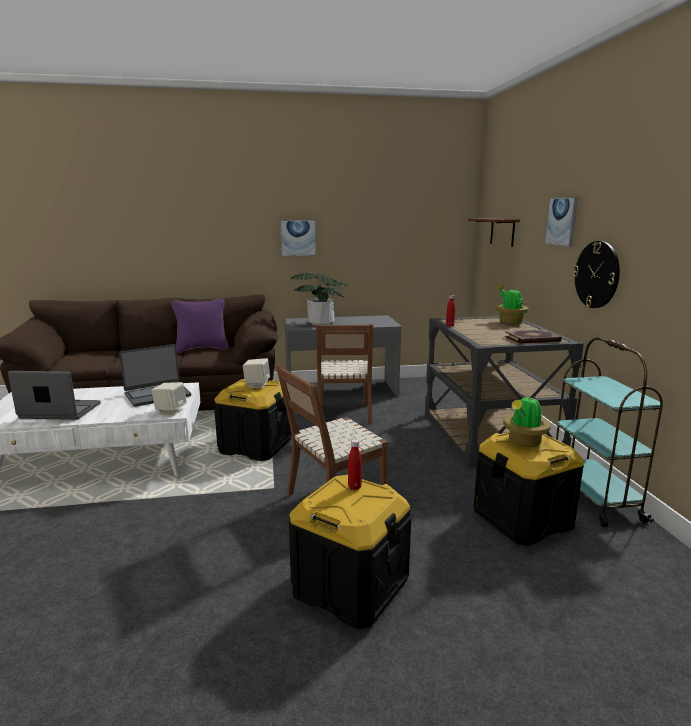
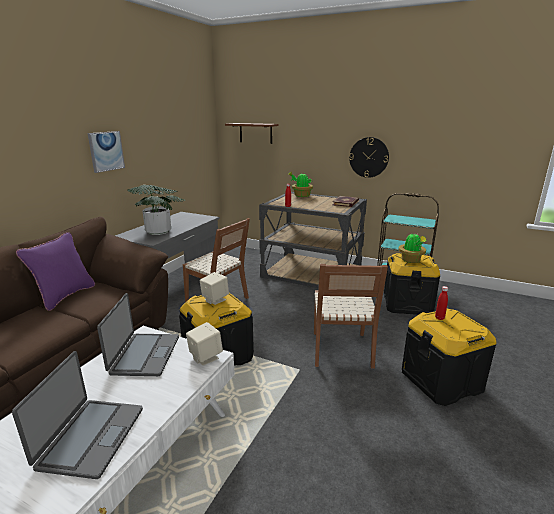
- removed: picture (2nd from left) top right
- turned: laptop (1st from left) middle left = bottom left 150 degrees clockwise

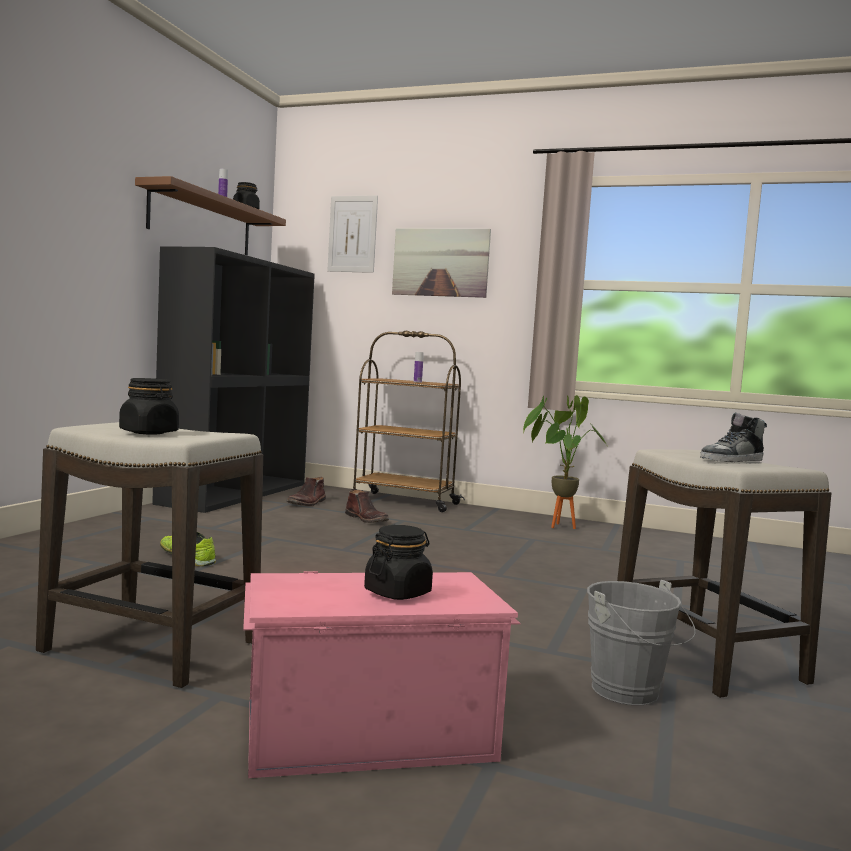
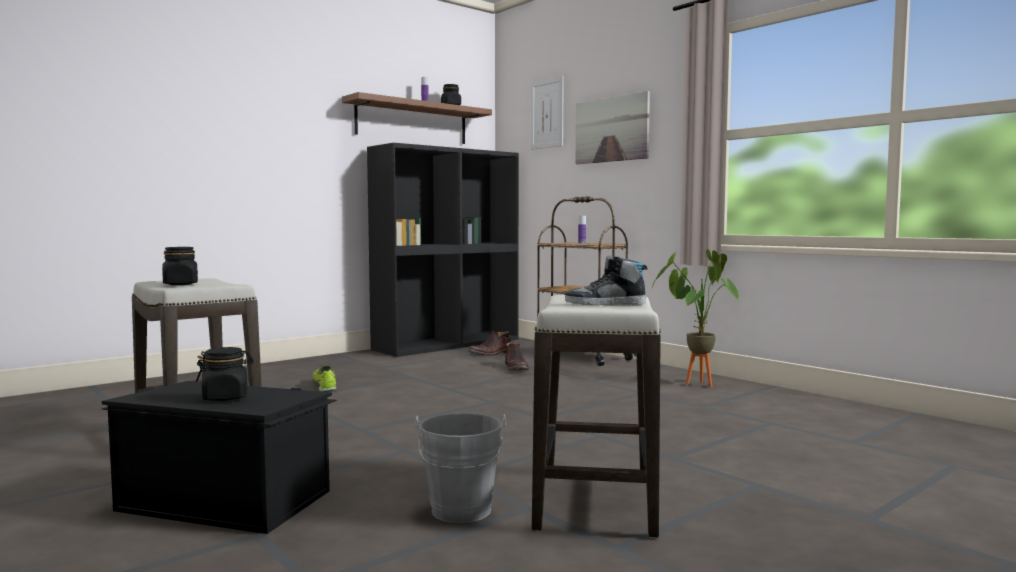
- recoloured: pink storage box bottom centre to black storage box bottom left

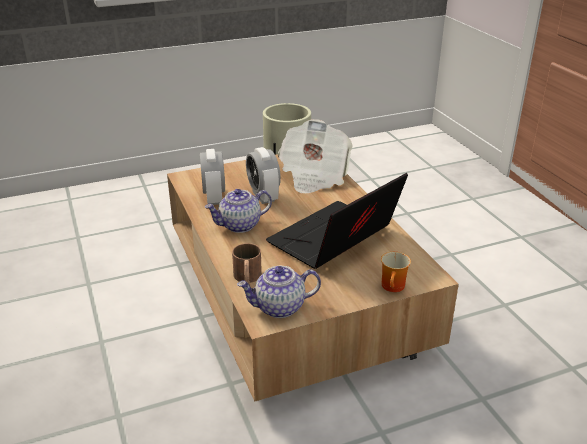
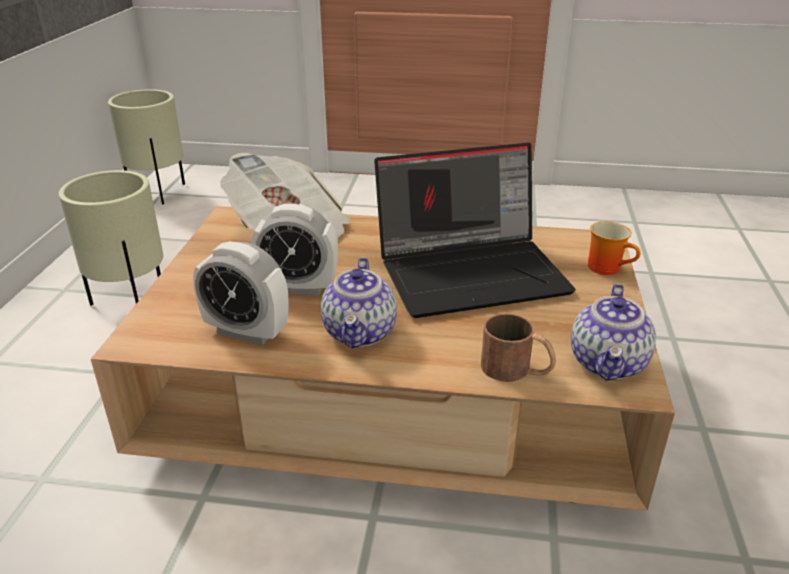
- added: beige planter (2nd from left) top left
- turned: laptop centre = centre 90 degrees counterclockwise

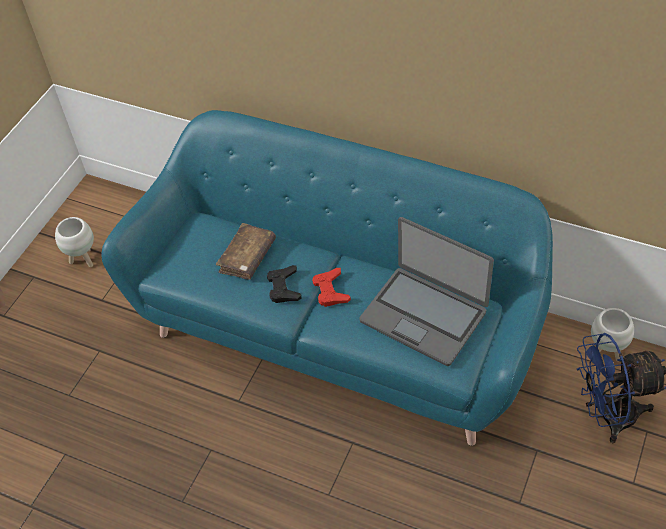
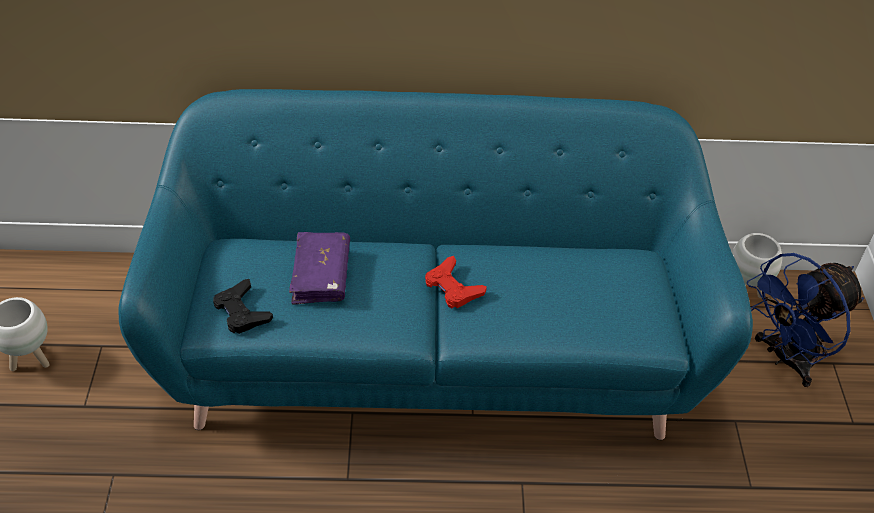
- removed: laptop centre
- moved: black game controller centre to middle left
- recoloured: brown book centre to purple book centre

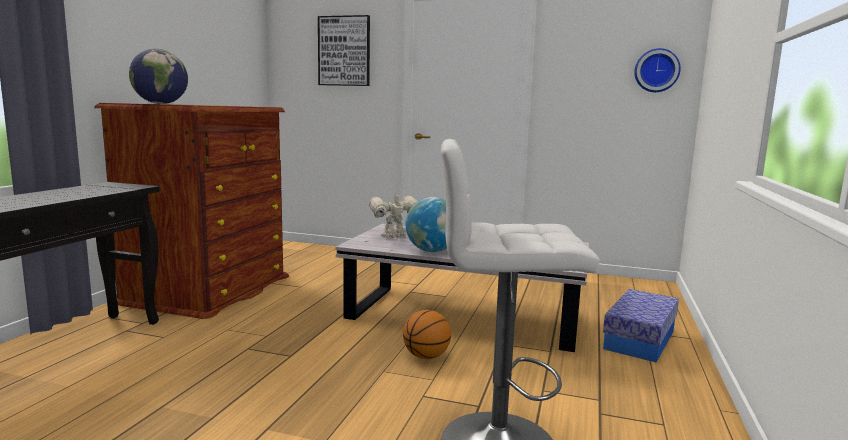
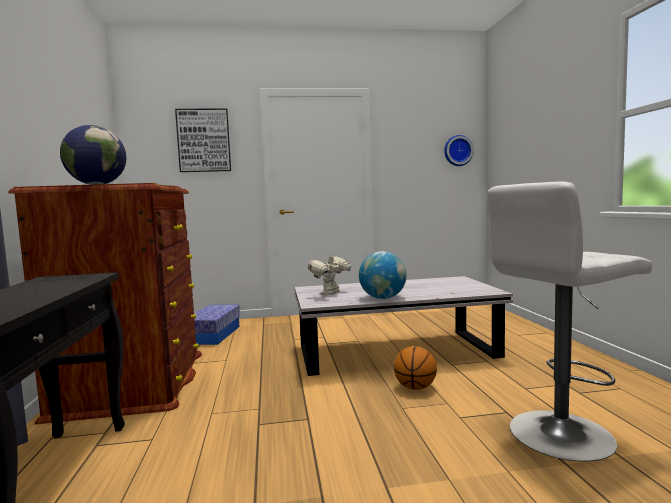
- moved: storage box bottom right to middle left

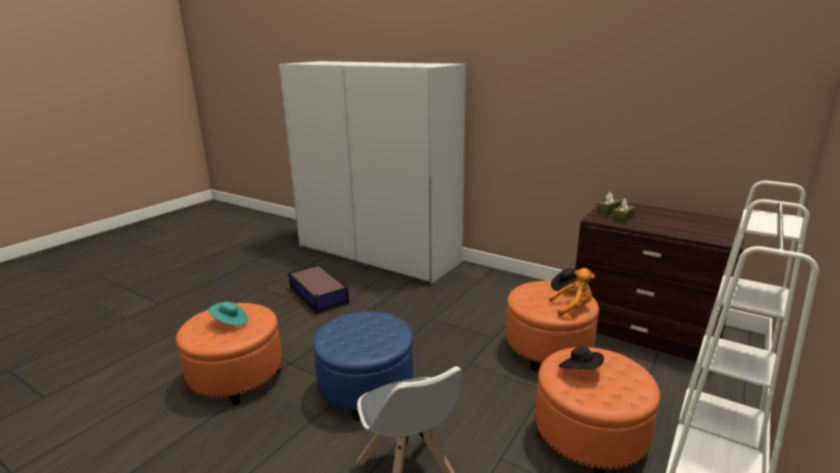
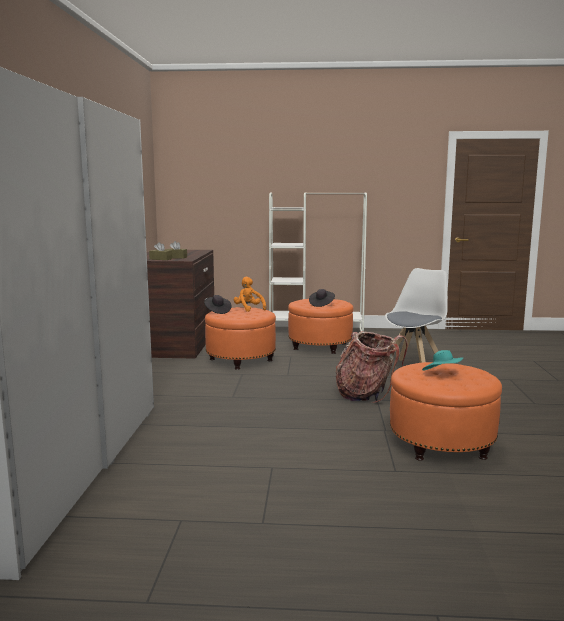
- removed: storage box centre
- replaced: blue ottoman bottom centre to backpack centre

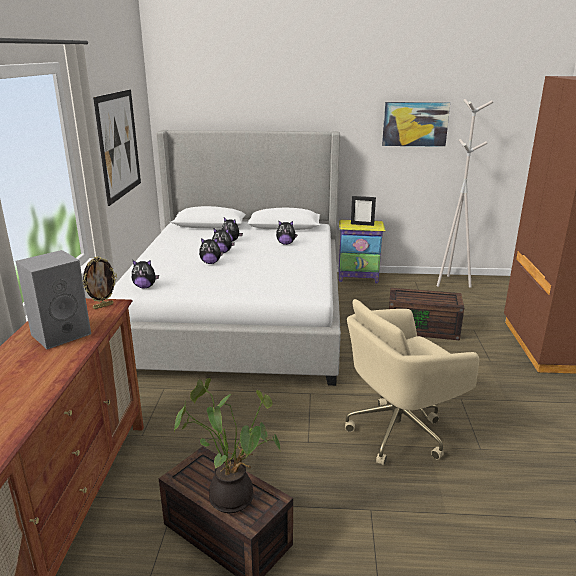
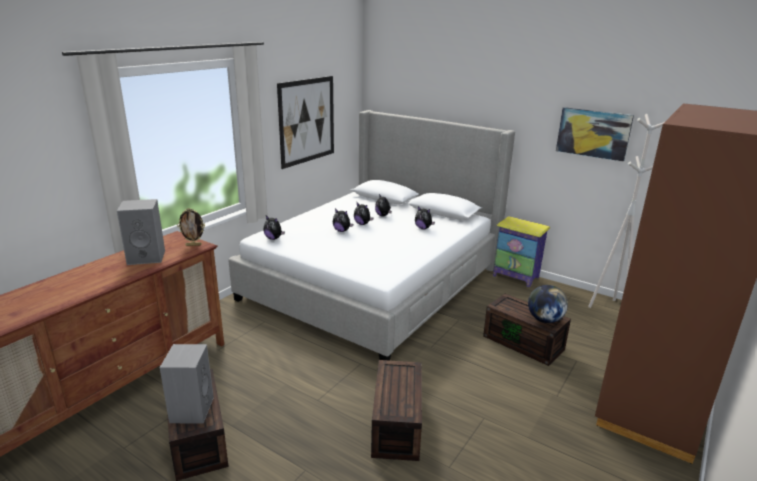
- removed: picture frame (2nd from left) centre
- added: globe middle right
- replaced: potted plant bottom centre to grey speaker (2nd from left) bottom left
- replaced: beige office chair middle right to brown storage box (2nd from left) bottom centre

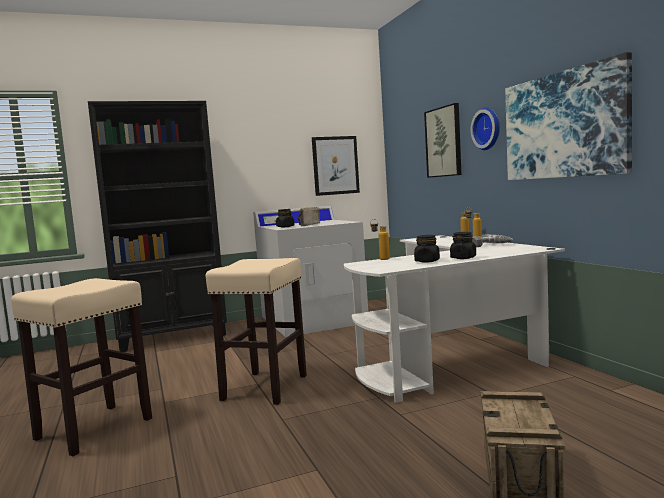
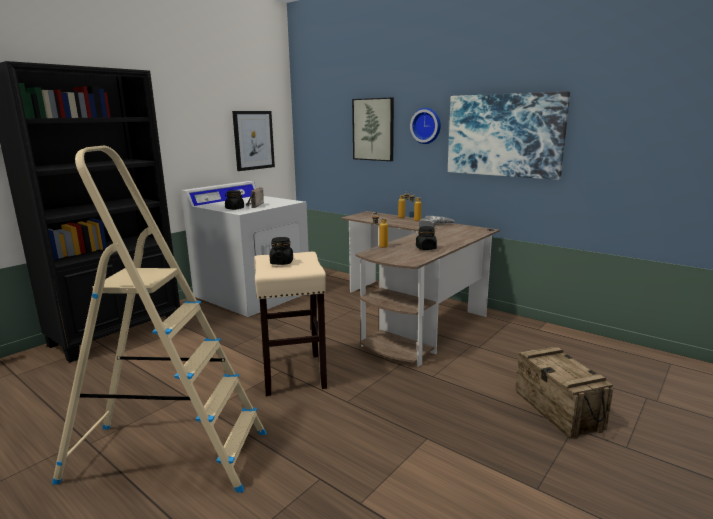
- moved: black jar (3rd from left in the first image) middle right to black jar (2nd from left) centre
- replaced: beige stool (1st from left) bottom left to beige step ladder middle left
- recoloured: white desk middle right to brown desk centre

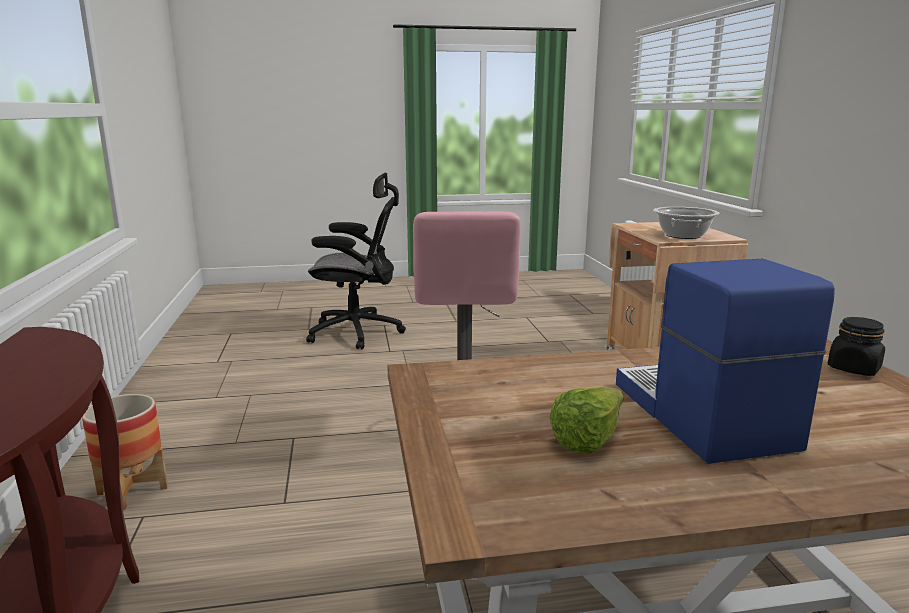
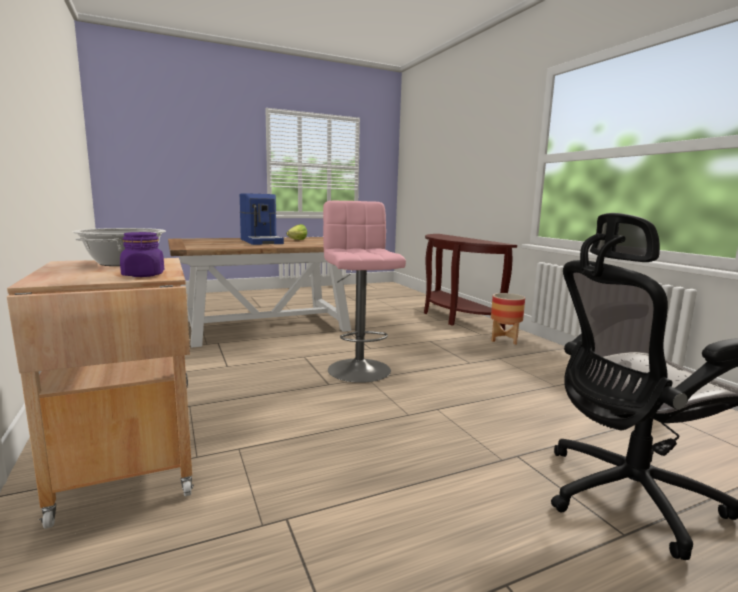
- removed: black jar middle right
- added: purple jar middle left

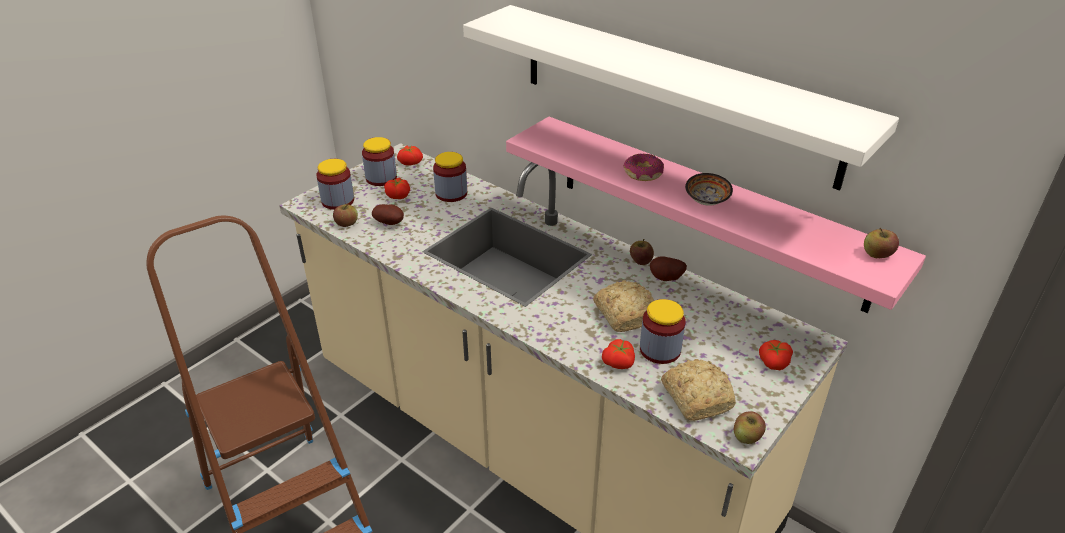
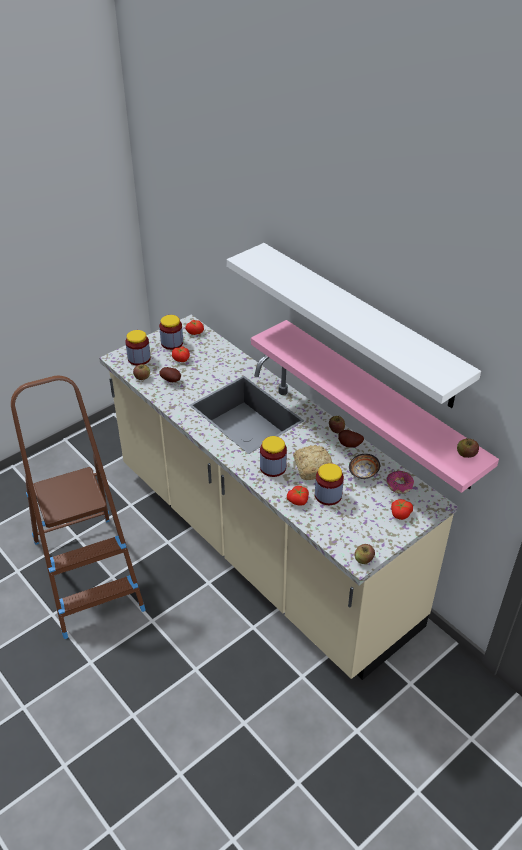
- removed: bread (2nd from left) bottom centre
- moved: jar (3rd from left) top centre to centre
- moved: donut top centre to middle right
- moved: bowl centre to middle right

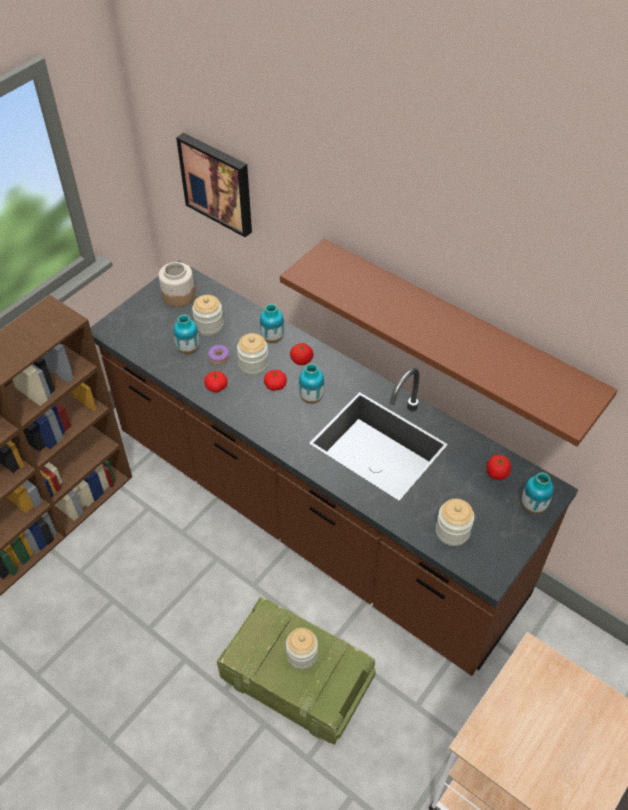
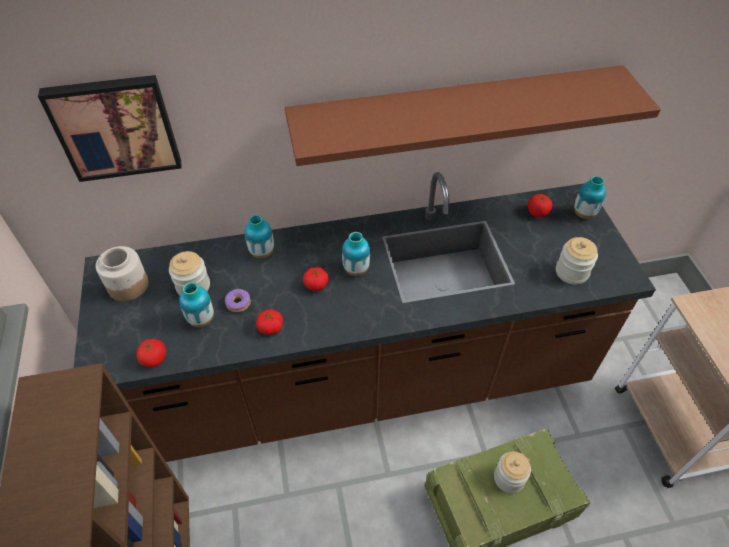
- removed: jar (3rd from left) centre
- moved: tomato (3rd from left in the first image) centre to tomato (1st from left) middle left

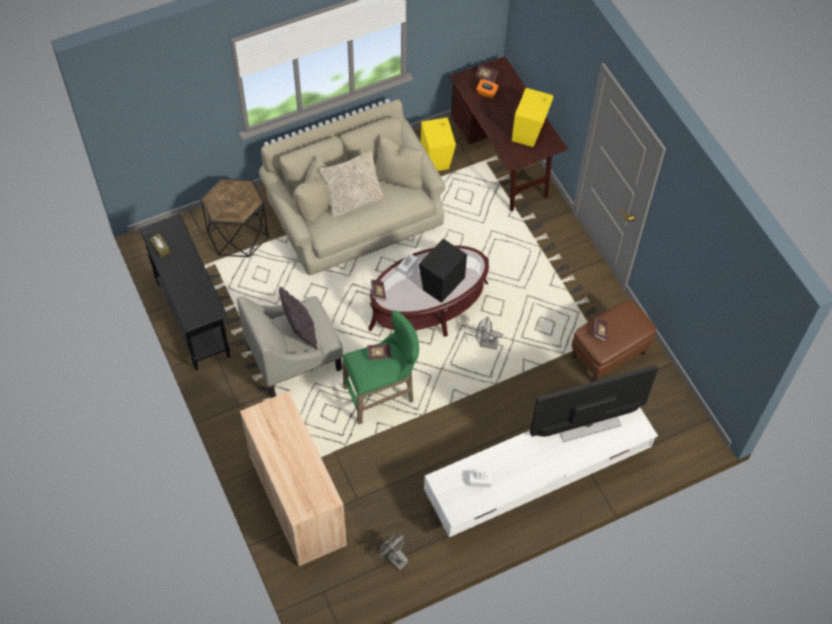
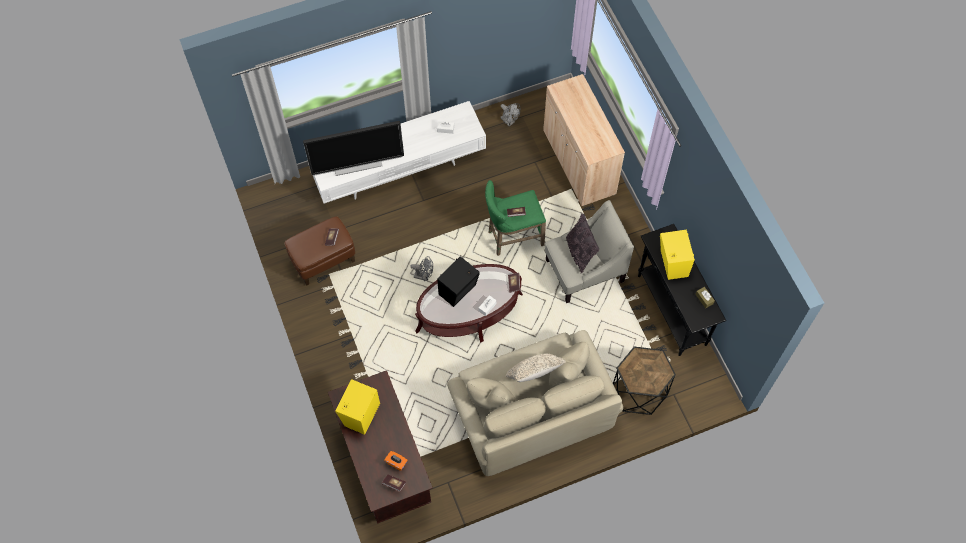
- moved: yellow speaker (1st from left in the first image) top centre to yellow speaker (2nd from left) middle right

